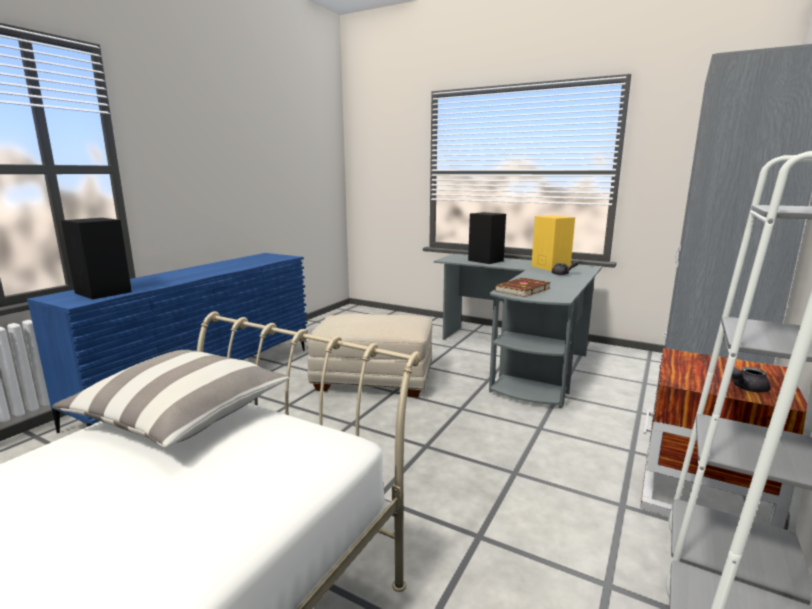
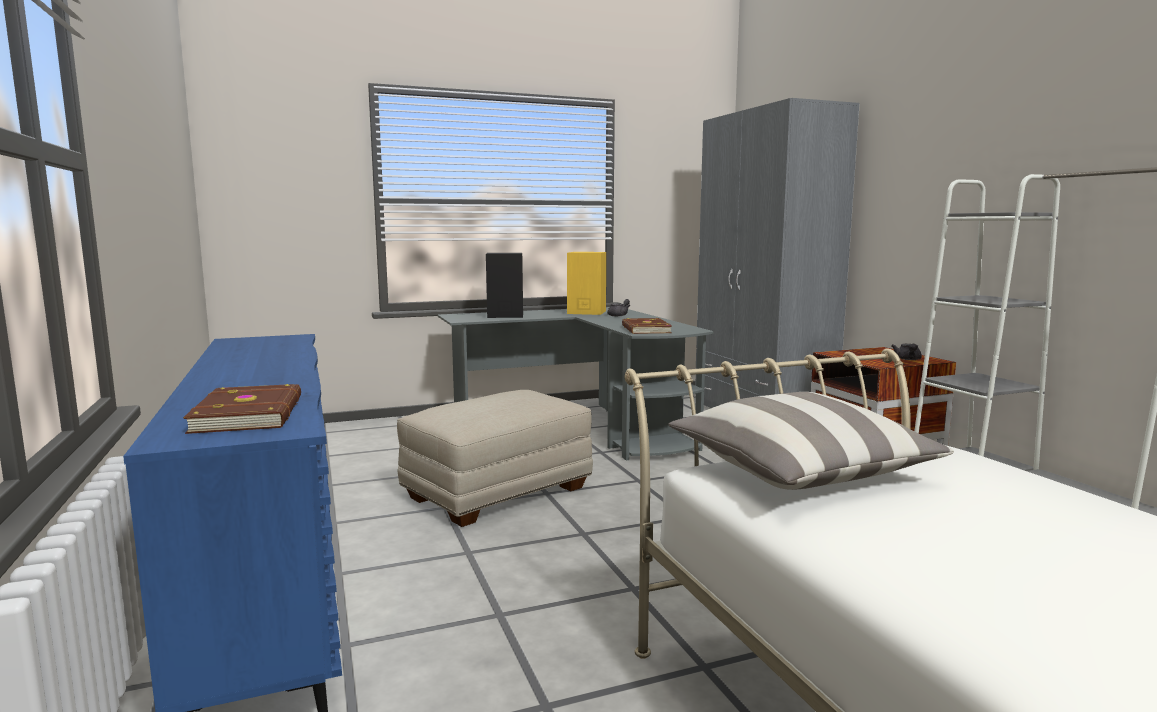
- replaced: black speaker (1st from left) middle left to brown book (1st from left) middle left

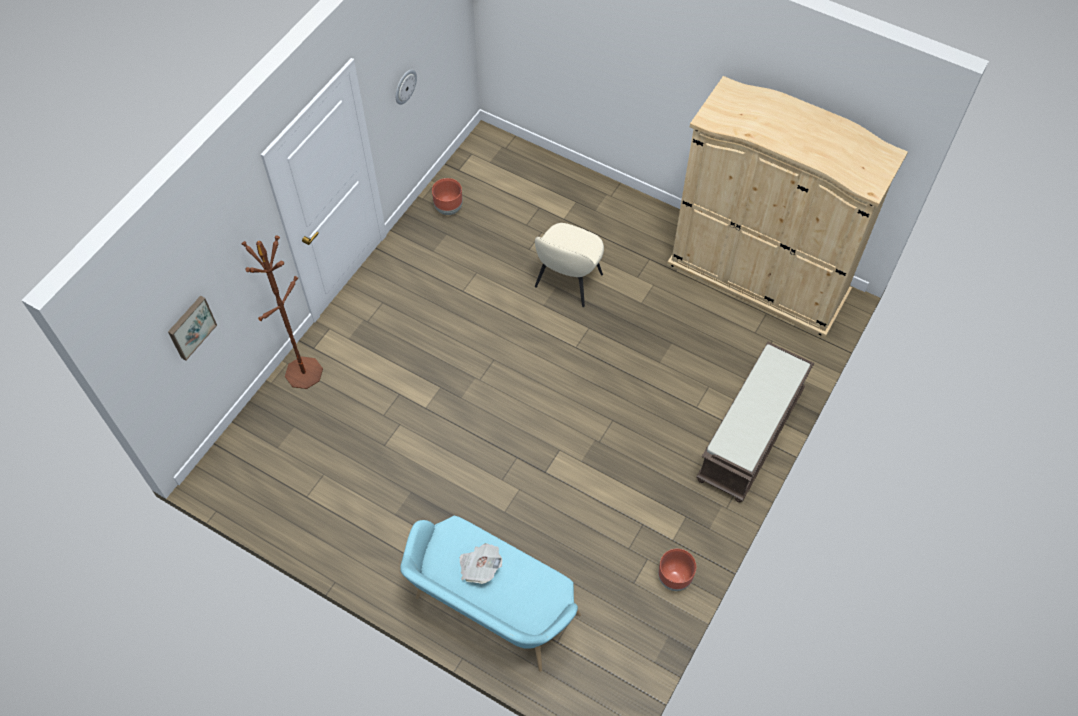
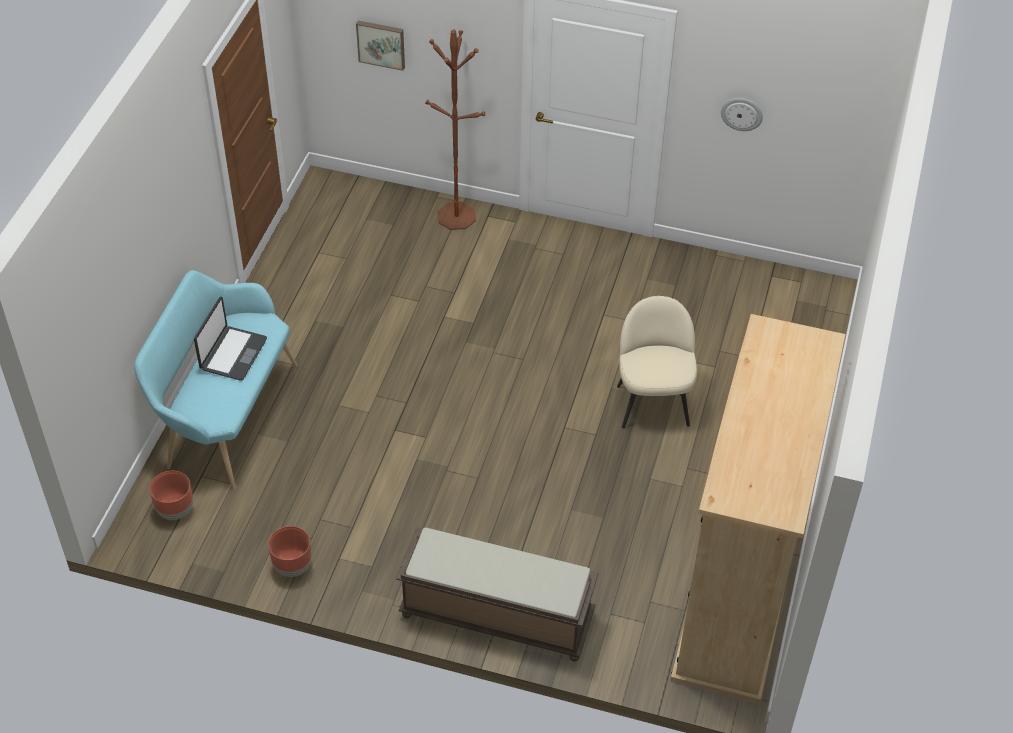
- moved: brown planter (1st from left) top centre to bottom left
- replaced: newspaper bottom centre to laptop middle left
- turned: beige chair centre = centre 75 degrees clockwise

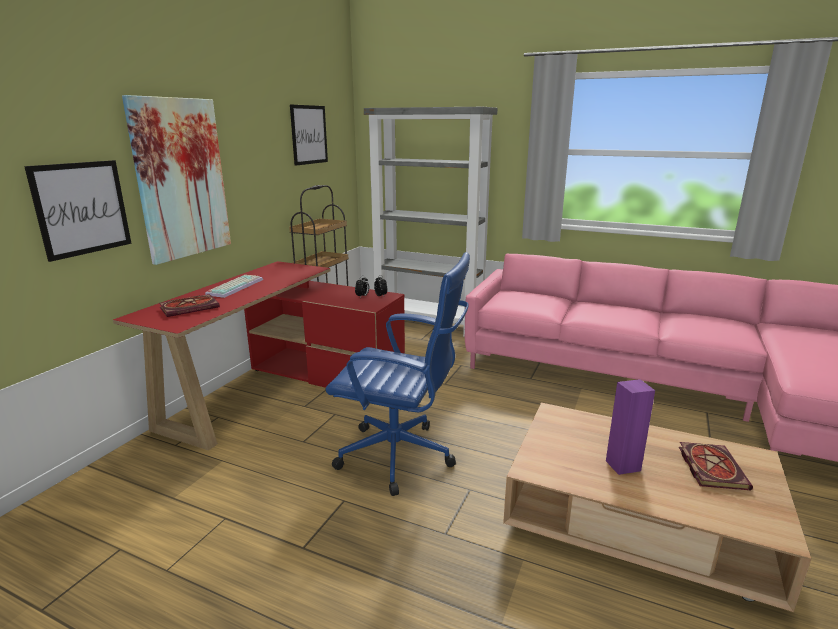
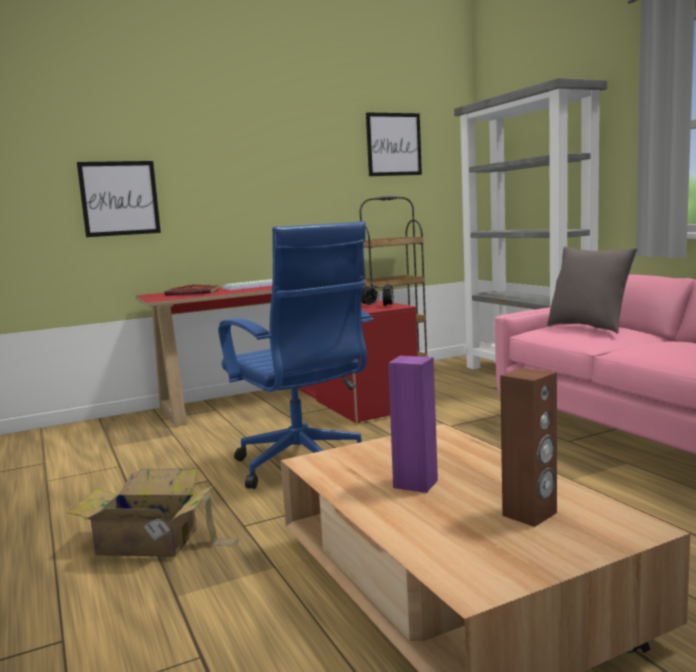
- removed: picture (2nd from left) top left
- added: cardboard box bottom left
- added: grey pillow middle right
- replaced: book (2nd from left) bottom right to brown speaker middle right

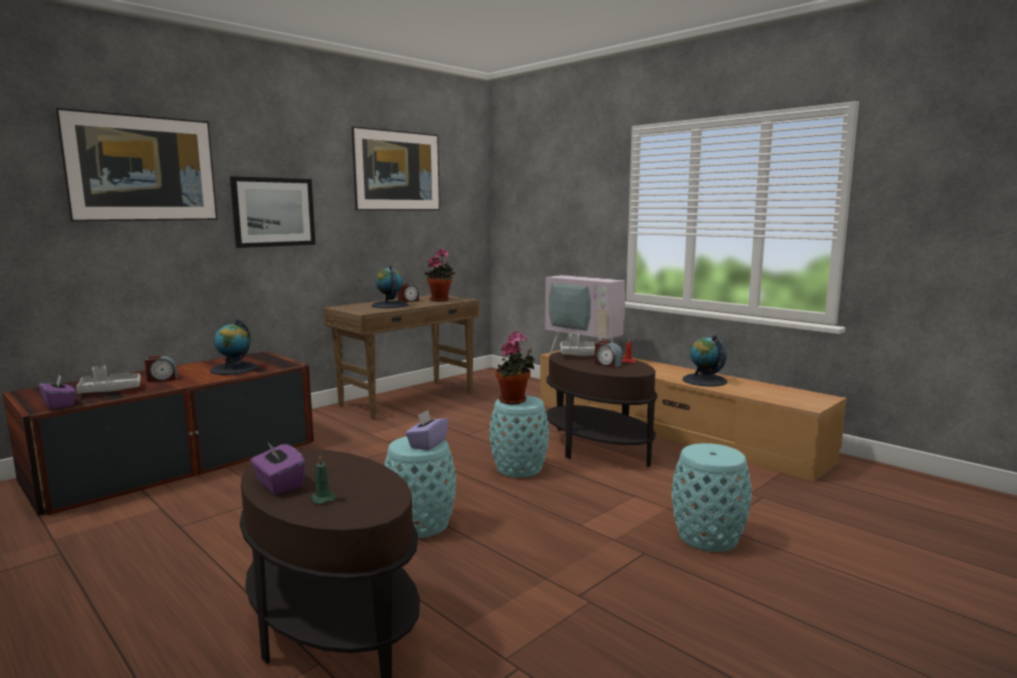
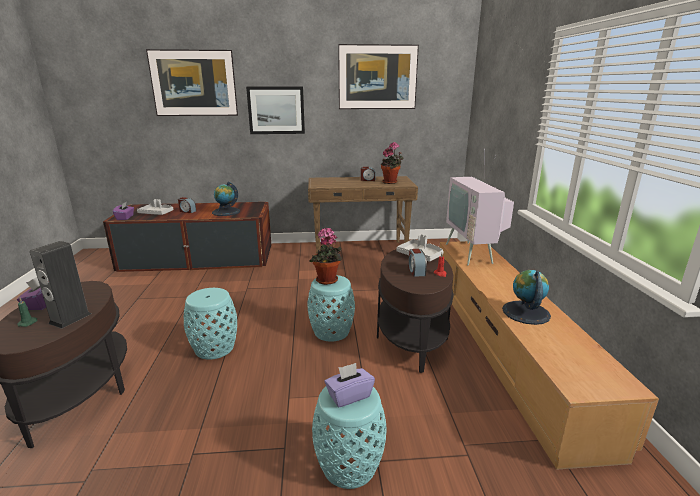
- removed: globe (2nd from left) centre
- added: speaker middle left
- moved: purple tissue box (3rd from left) centre to bottom centre

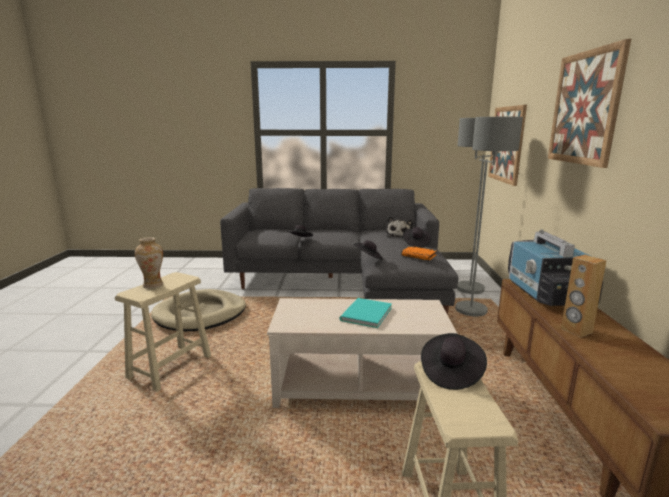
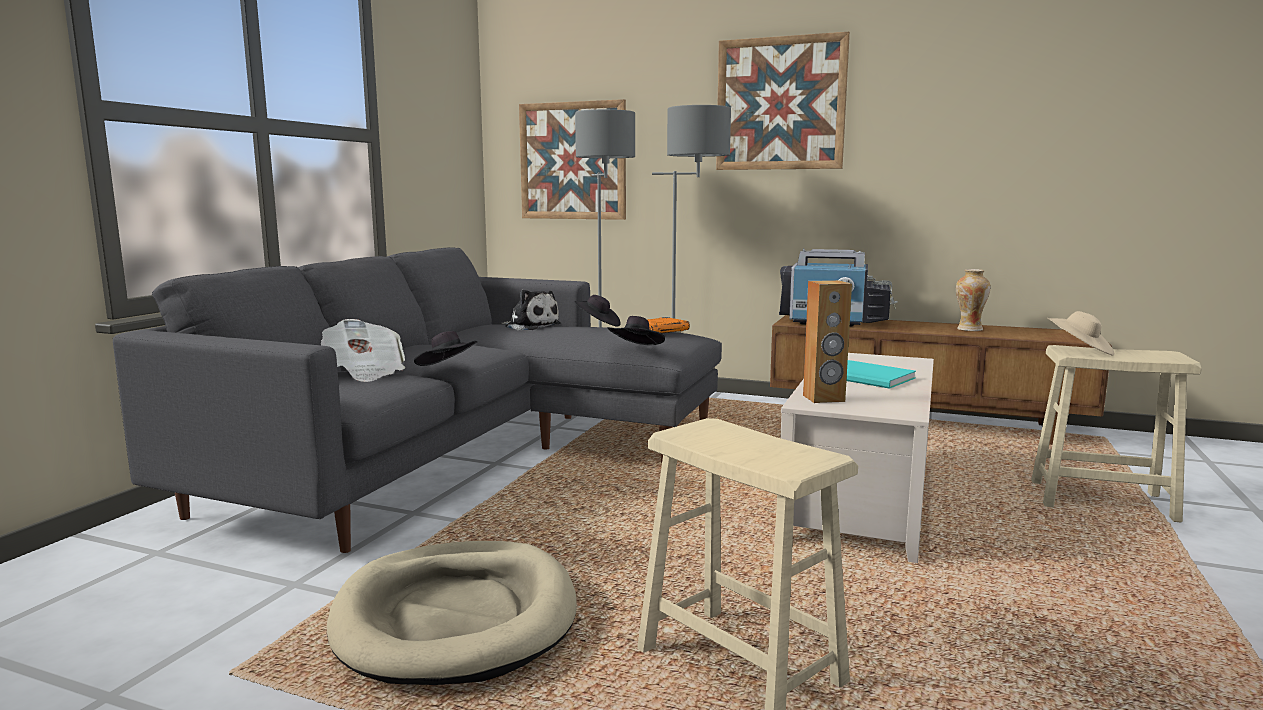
- added: newspaper middle left
- moved: vase middle left to middle right
- moved: brown speaker middle right to centre
- recoloured: black hat (4th from left) bottom right to beige hat middle right

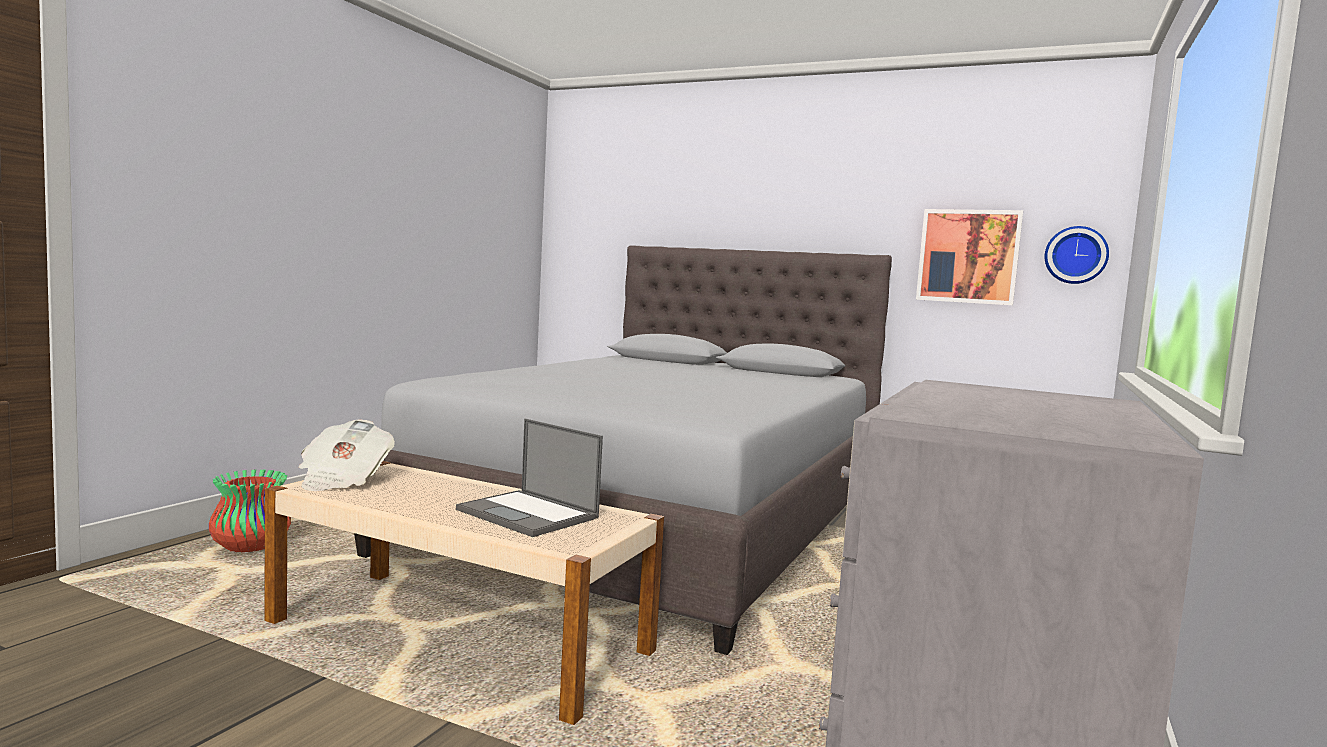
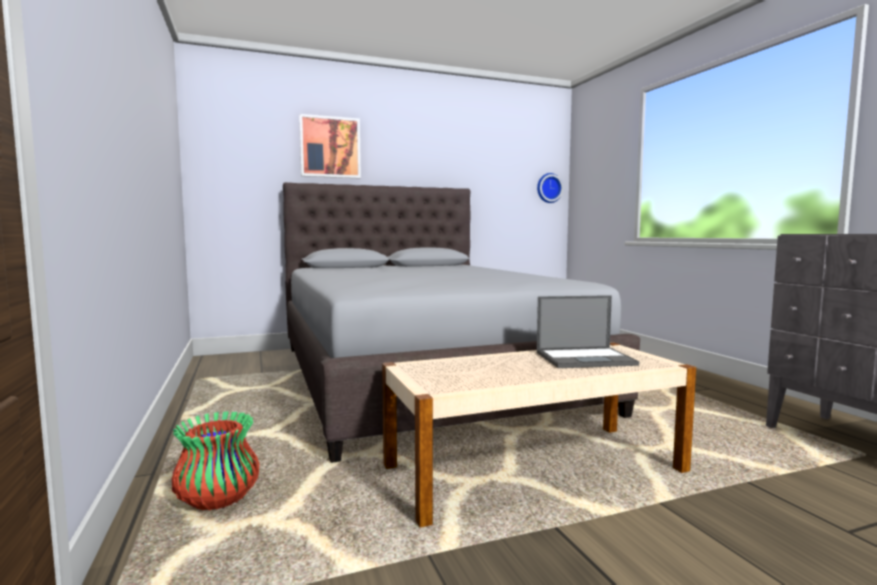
- removed: newspaper middle left
- moved: picture middle right to top centre

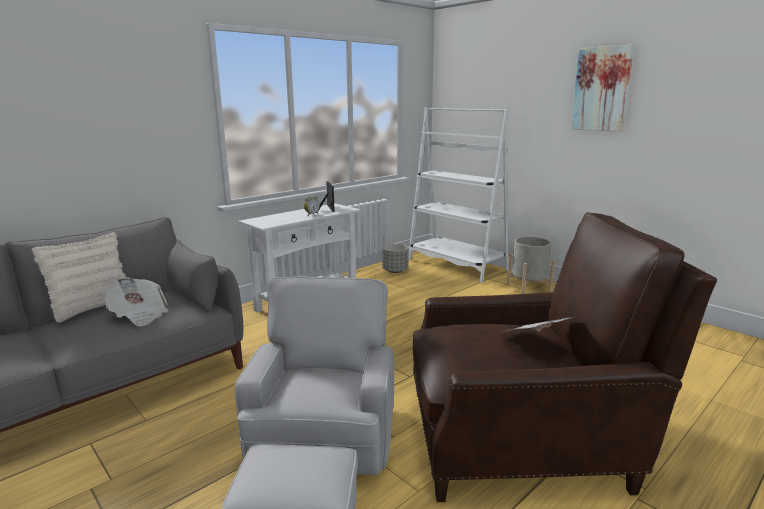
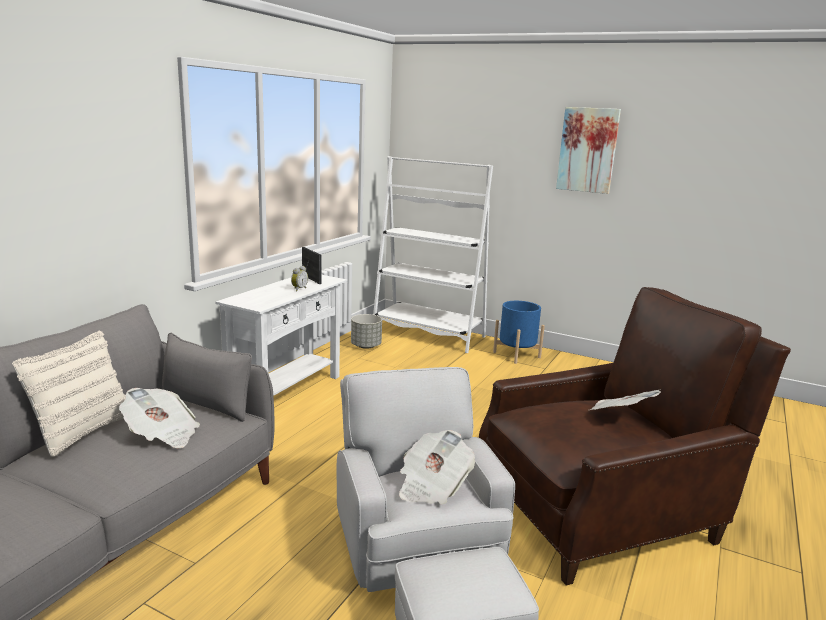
- added: newspaper (2nd from left) bottom centre
- recoloured: grey planter (2nd from left) middle right to blue planter centre

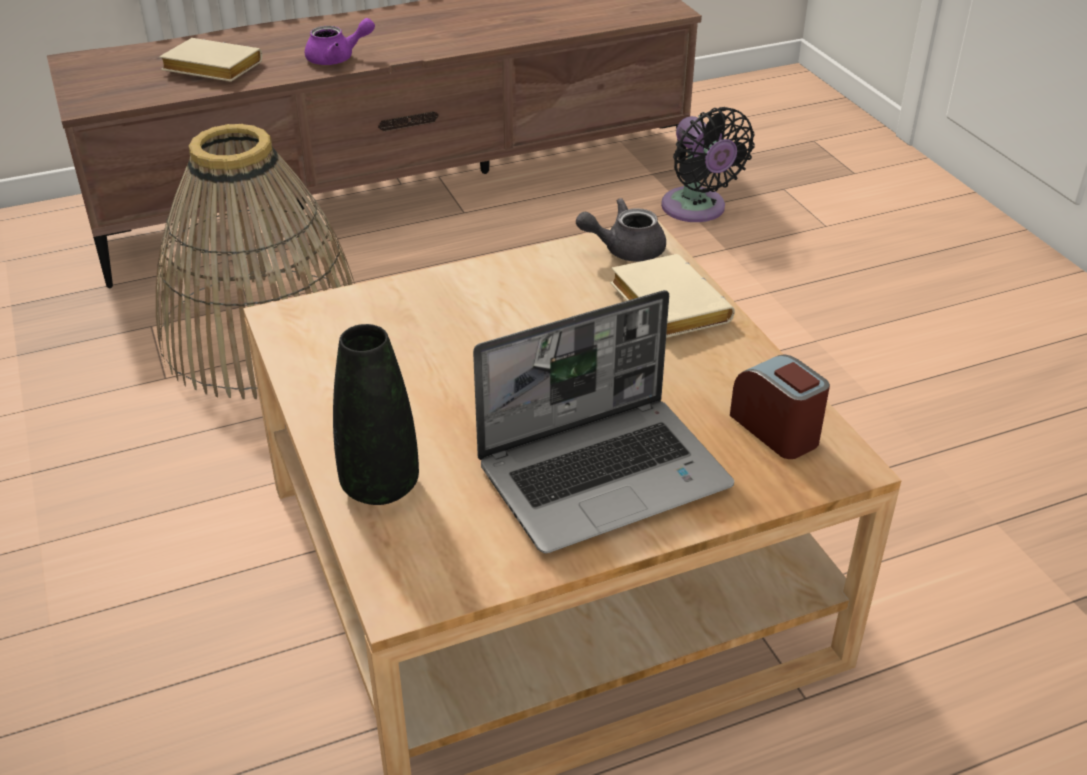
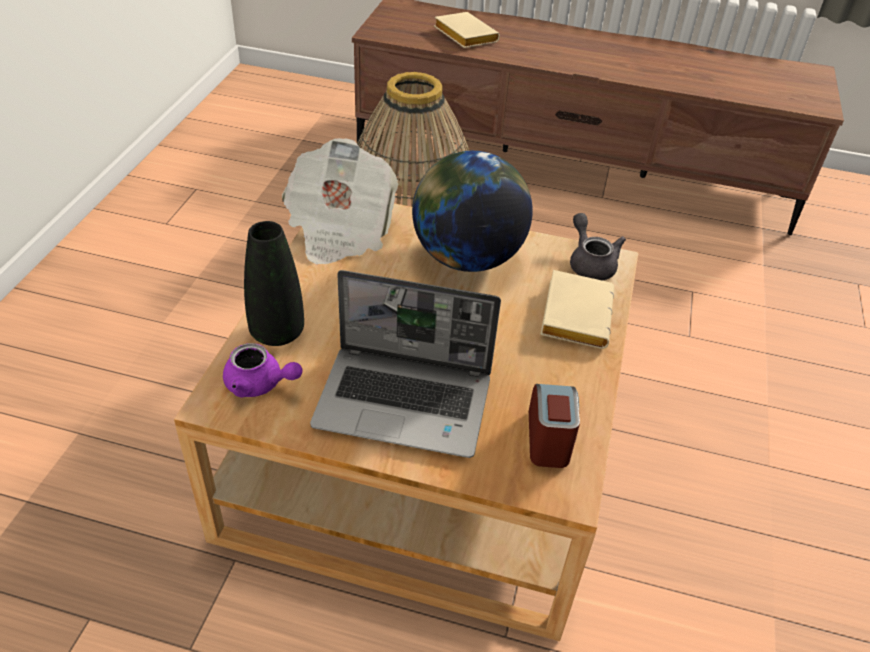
- removed: black fan top centre
- added: newspaper top centre
- added: globe top centre
- moved: purple teapot top left to middle left
- turned: grey teapot top centre = middle right 45 degrees clockwise

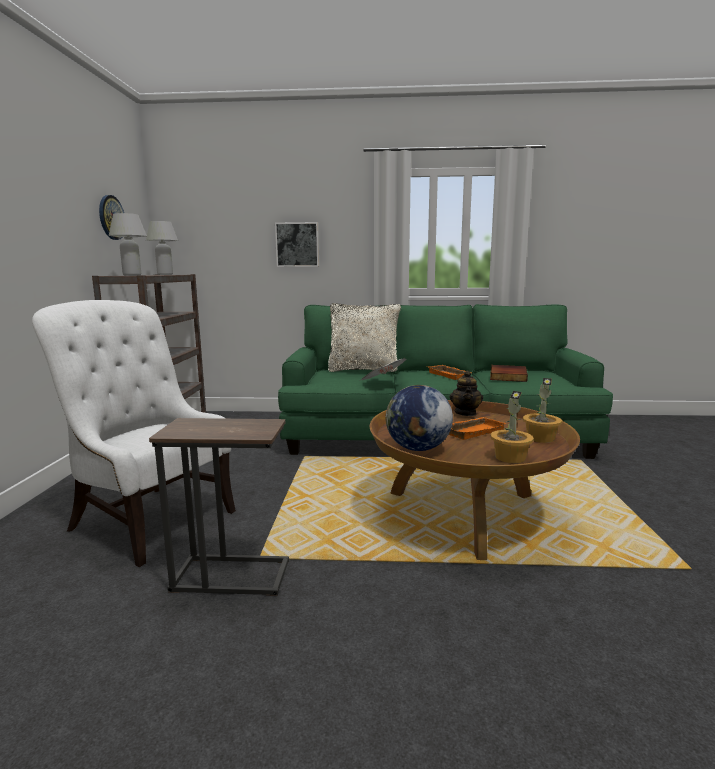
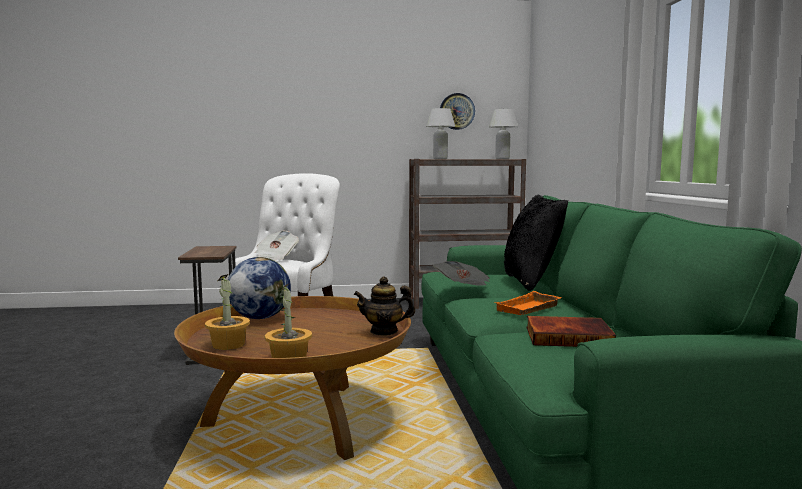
- removed: picture top centre
- removed: orange tray (2nd from left) middle right
- added: newspaper (1st from left) centre
- recoloured: beige pillow centre to black pillow middle right

